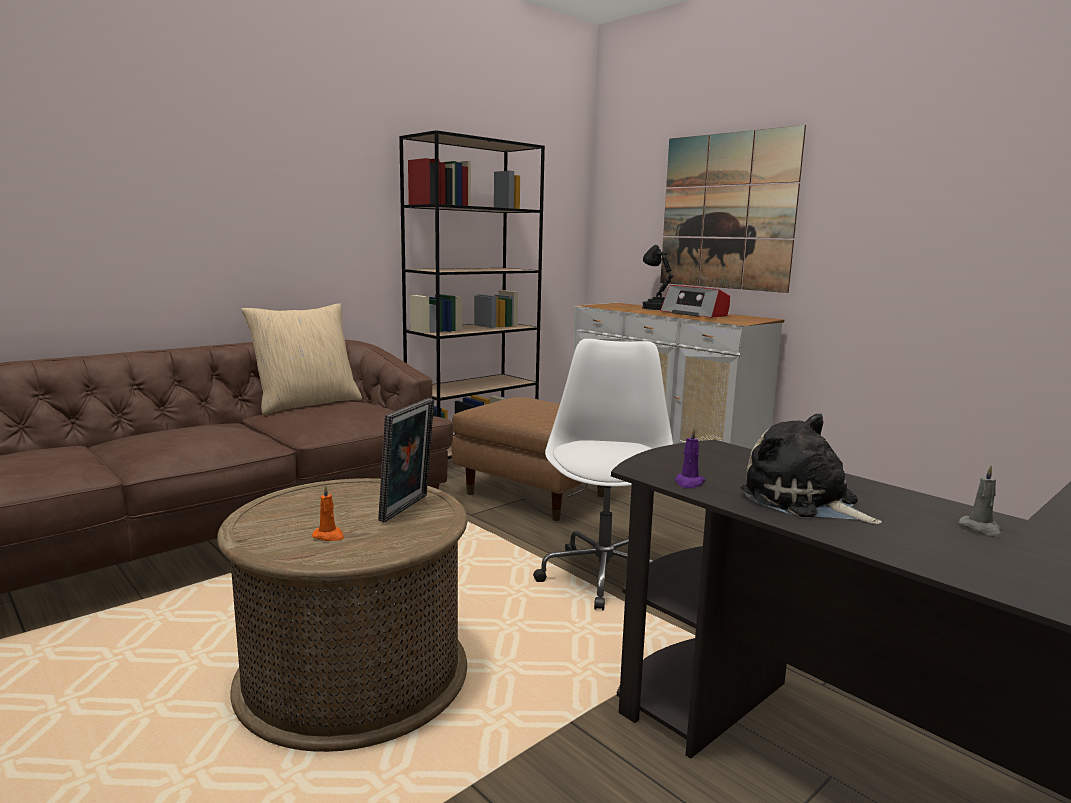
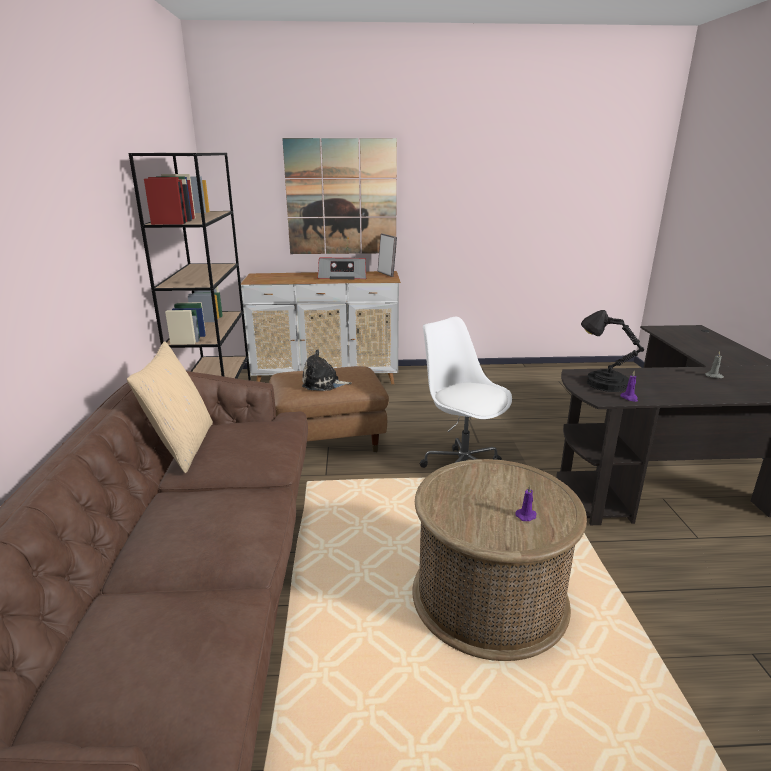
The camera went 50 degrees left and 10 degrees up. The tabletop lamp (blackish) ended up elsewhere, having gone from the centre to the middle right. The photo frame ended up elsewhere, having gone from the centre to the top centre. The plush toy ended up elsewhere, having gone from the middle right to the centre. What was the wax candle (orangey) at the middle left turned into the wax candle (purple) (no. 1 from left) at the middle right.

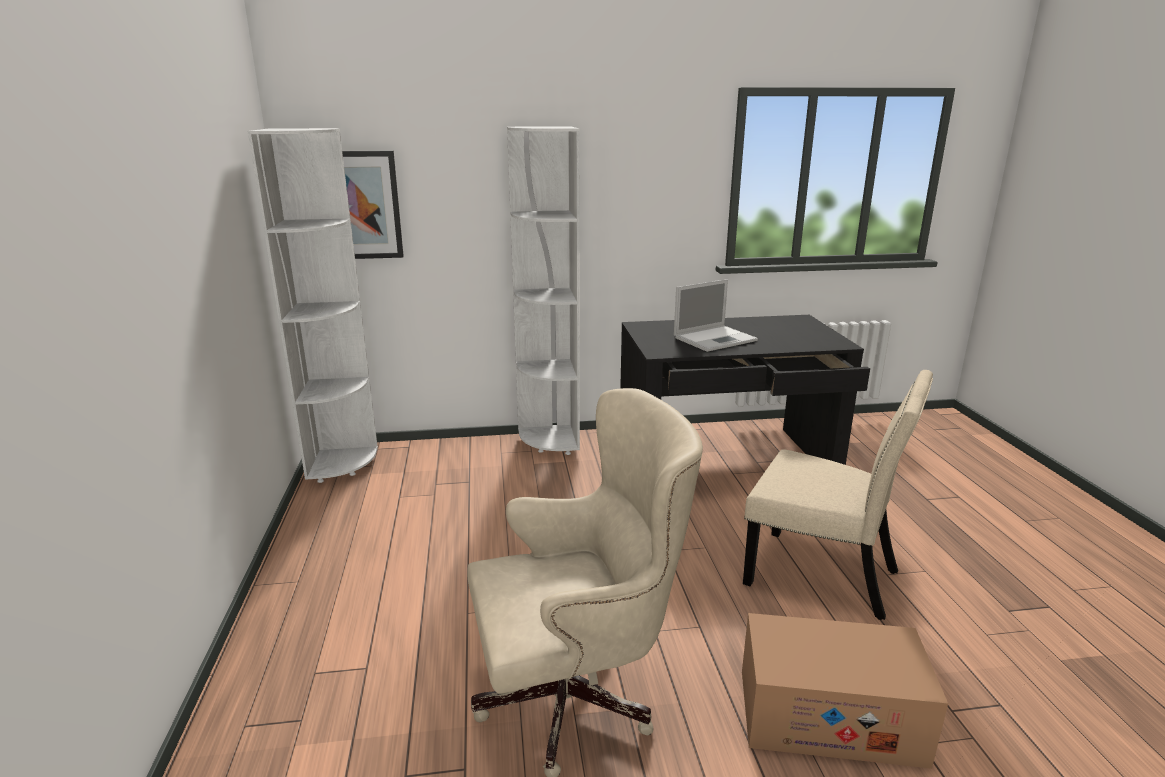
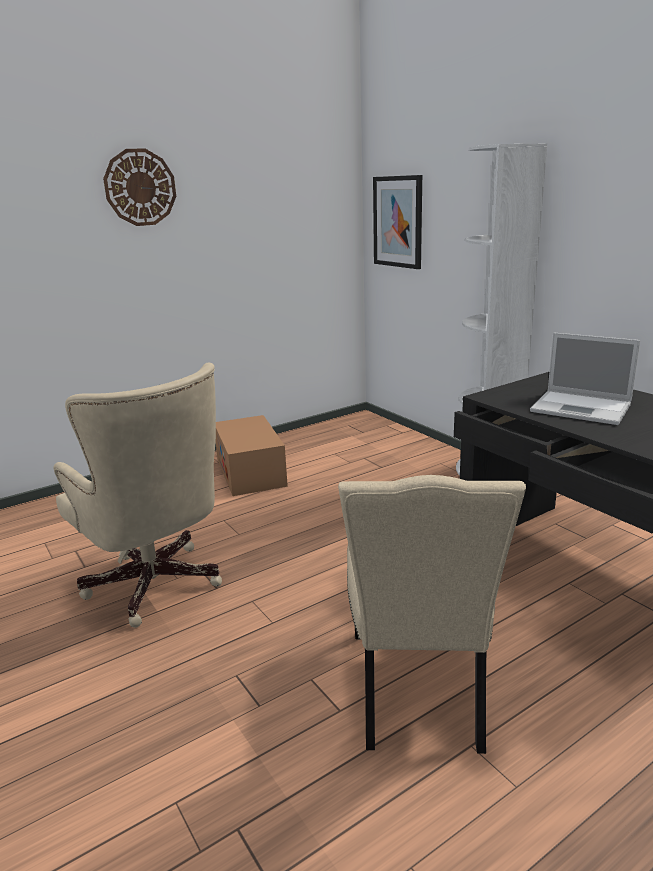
The camera went 65 degrees right and 0 degrees up. The second view lost the bookshelf (whitish) (no. 1 from left) at the middle left. The carton ended up elsewhere, having gone from the bottom right to the centre. The second view gained the wall clock at the top left.

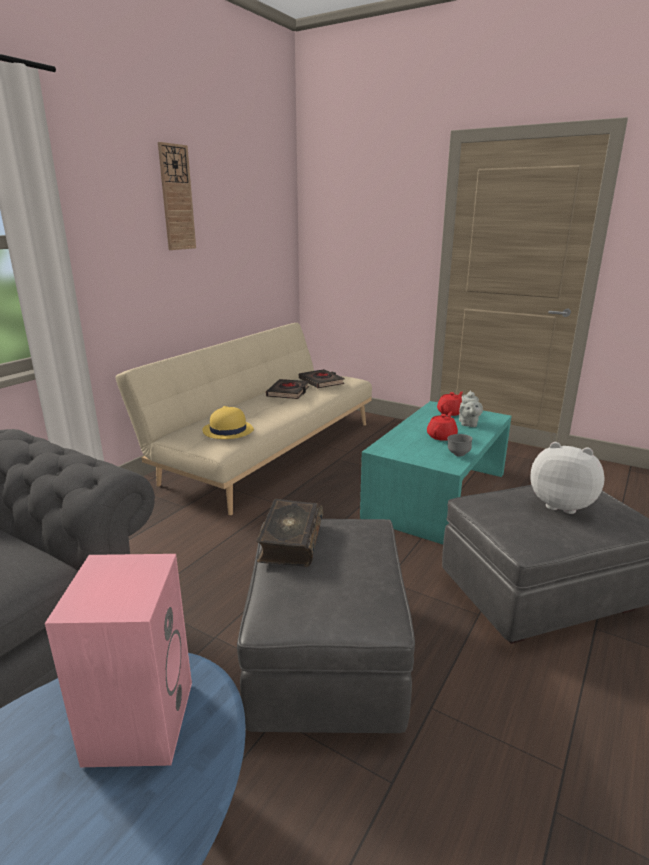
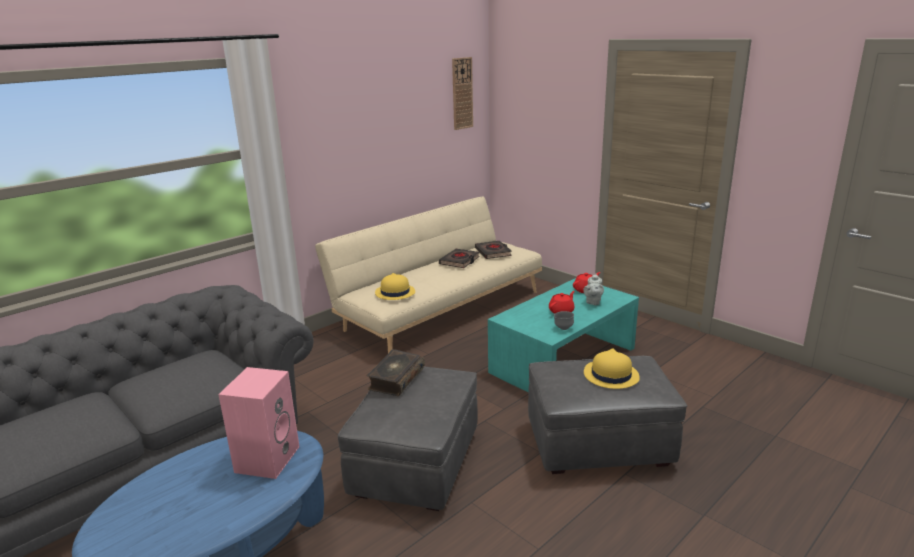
The camera went 15 degrees right and 0 degrees up. The wall clock ended up elsewhere, having gone from the top left to the top centre. Where the plush toy stood at the middle right, the clothing hat (yellow) (no. 2 from left) came to stand at the middle right.

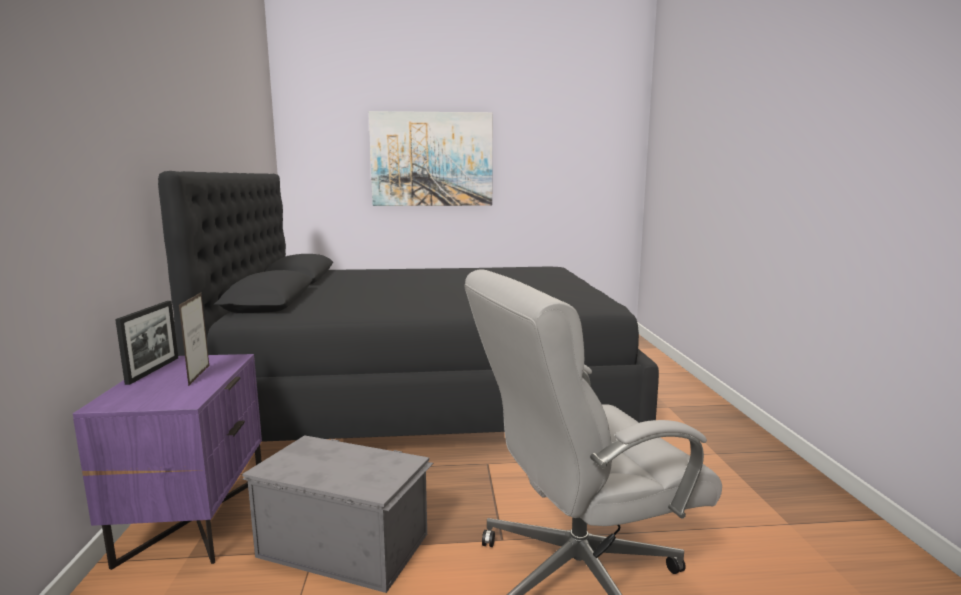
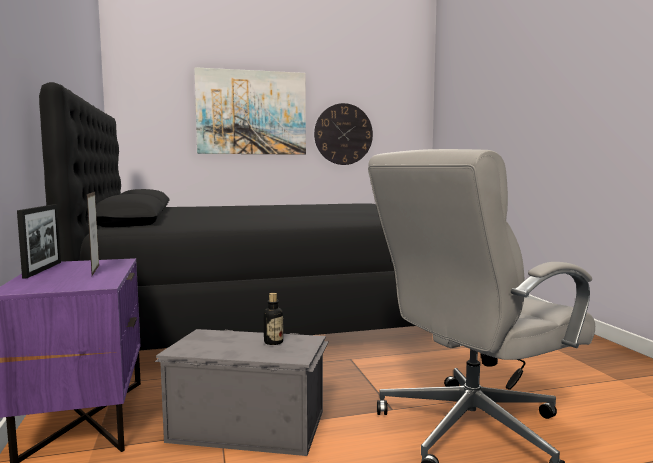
The camera went 10 degrees left and 5 degrees down. The second view gained the wall clock at the top centre. The second view gained the drink bottle at the bottom centre.

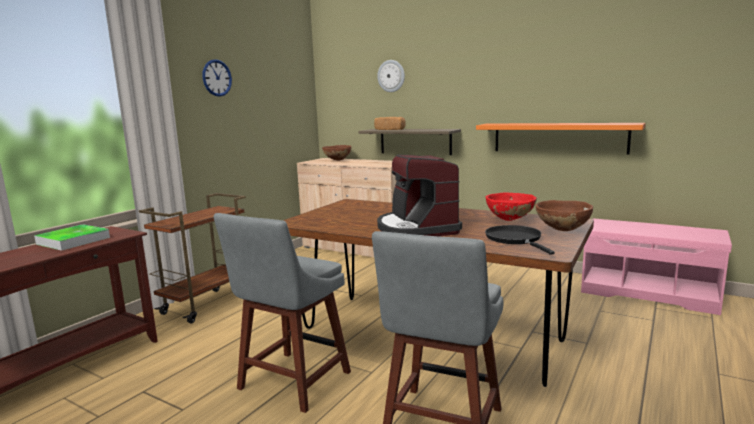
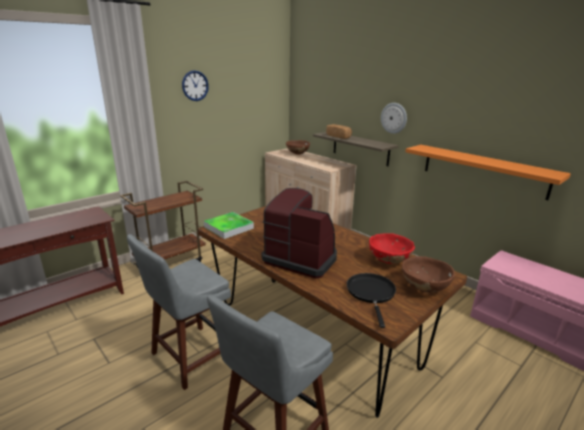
The camera went 15 degrees right and 10 degrees up. The wall clock (no. 2 from left) ended up elsewhere, having gone from the top centre to the top right. The coffee brewer at the centre ended up facing another way, 120 degrees clockwise from before. The serving tray ended up elsewhere, having gone from the middle left to the centre.

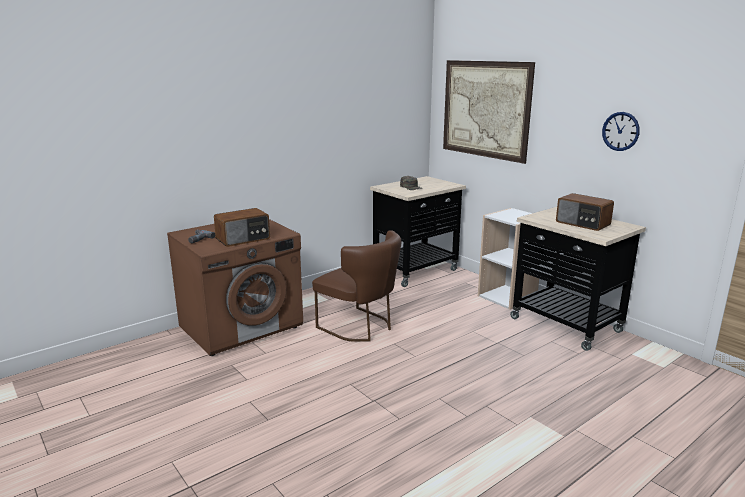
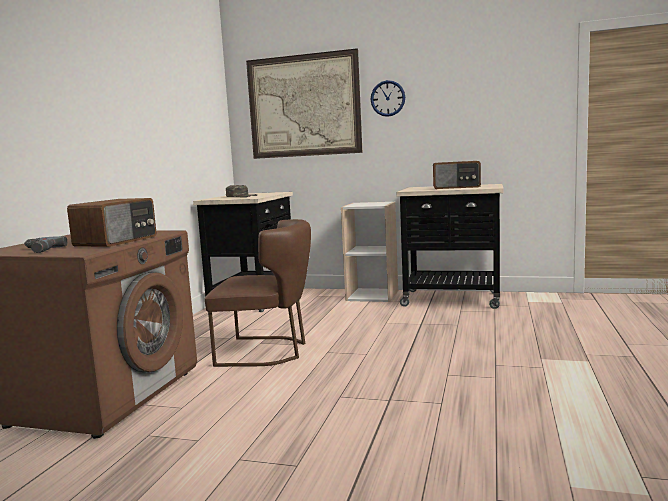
The camera went 35 degrees left and 10 degrees down. The wall clock ended up elsewhere, having gone from the top right to the top centre.

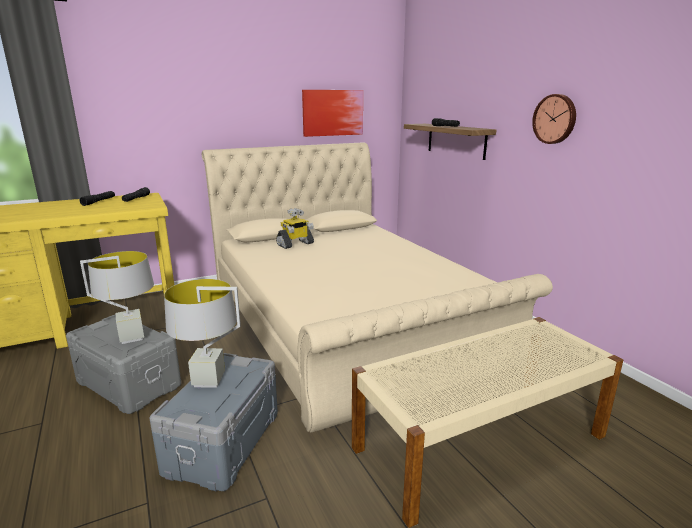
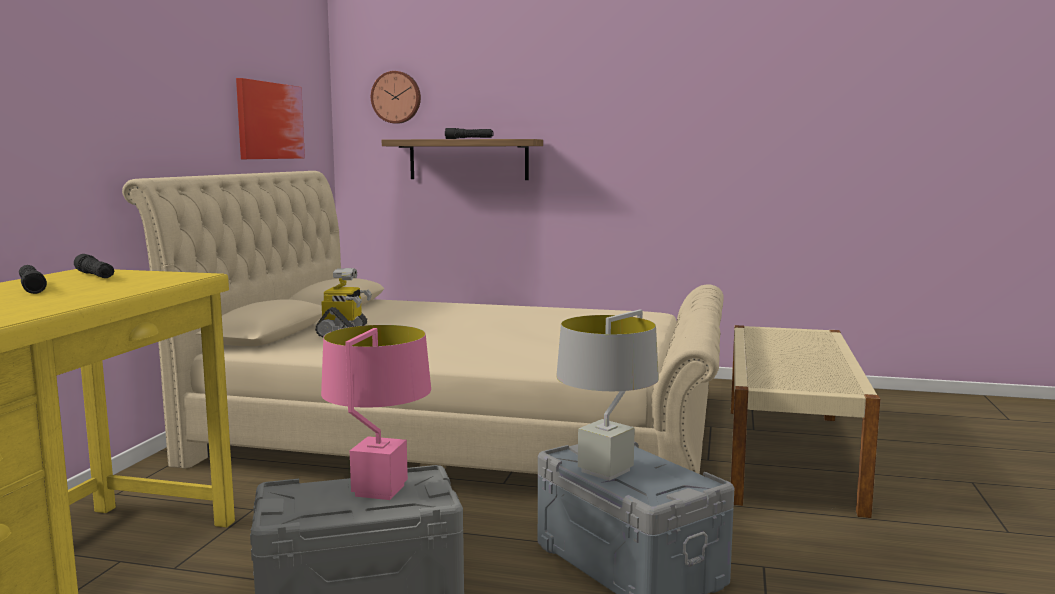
The camera went 50 degrees left and 10 degrees down. The wall clock ended up elsewhere, having gone from the top right to the top centre. What was the tabletop lamp (greyish) (no. 1 from left) at the middle left turned into the tabletop lamp (pinkish) at the bottom centre.

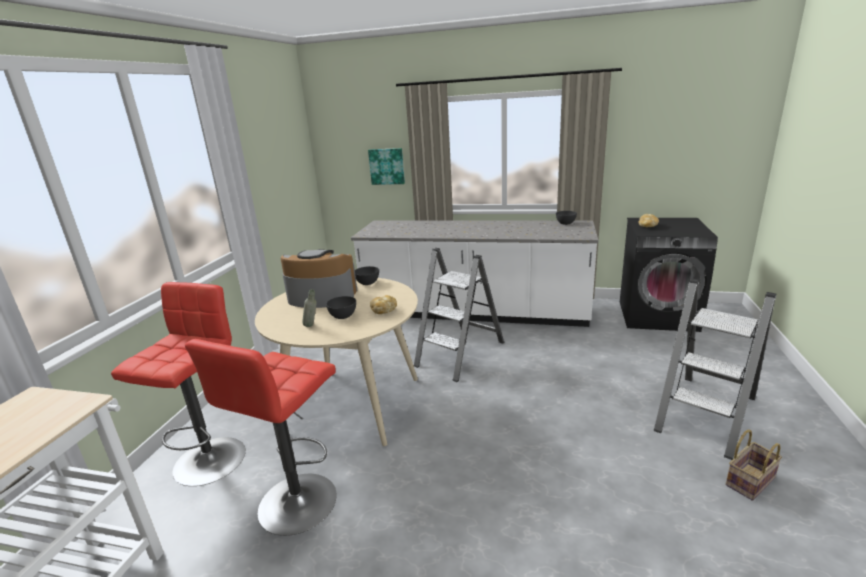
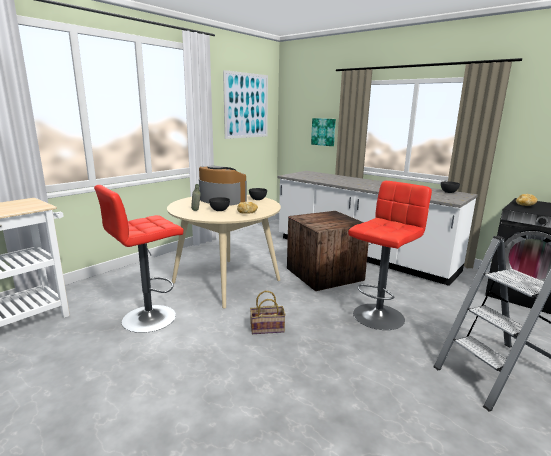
The camera went 25 degrees right and 5 degrees down. Where the stepladder (greyish) (no. 1 from left) stood at the centre, the shipping crate came to stand at the centre. The sitting stool (red) (no. 1 from left in the first image) ended up elsewhere, having gone from the middle left to the middle right. The household basket ended up elsewhere, having gone from the bottom right to the bottom centre. The second view gained the picture (no. 1 from left) at the top centre.

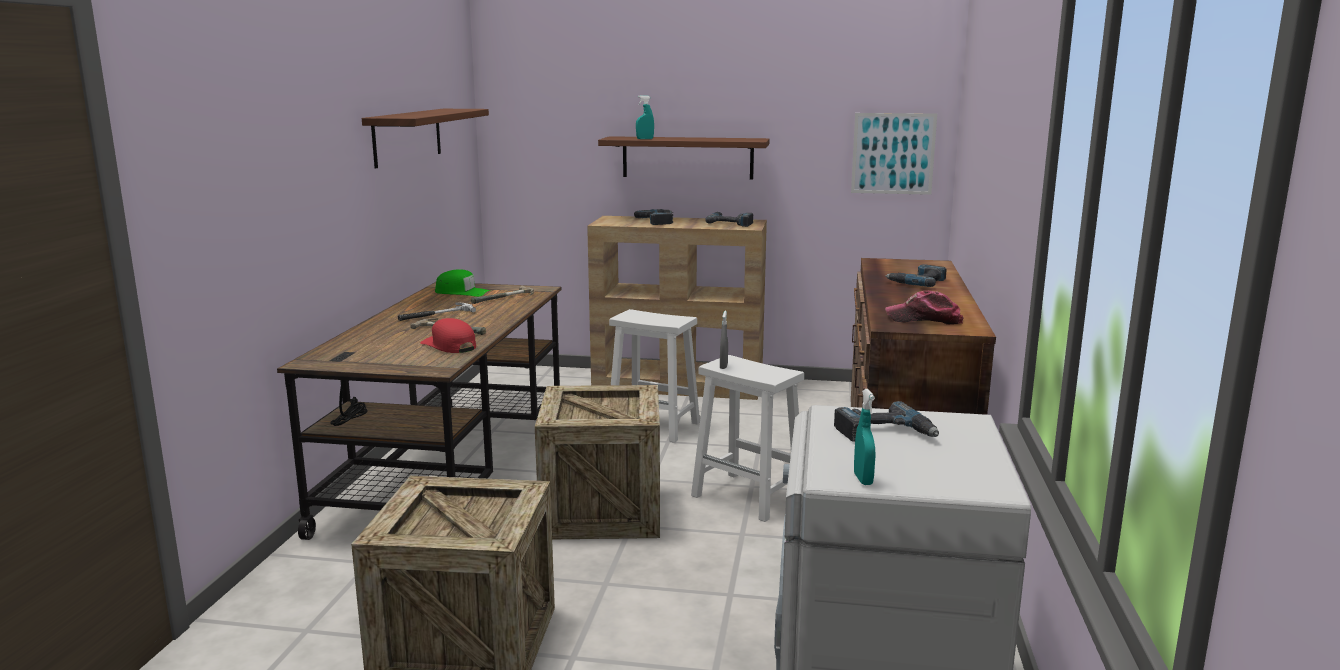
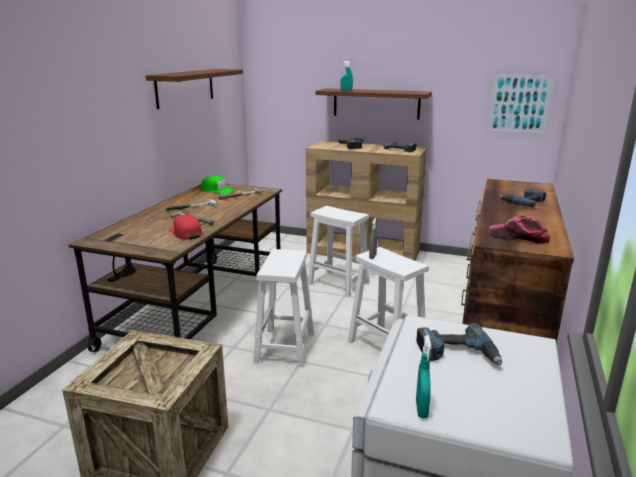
The camera went 10 degrees right and 5 degrees up. Where the shipping crate (no. 2 from left) stood at the bottom centre, the sitting stool (whitish) (no. 1 from left) came to stand at the centre.

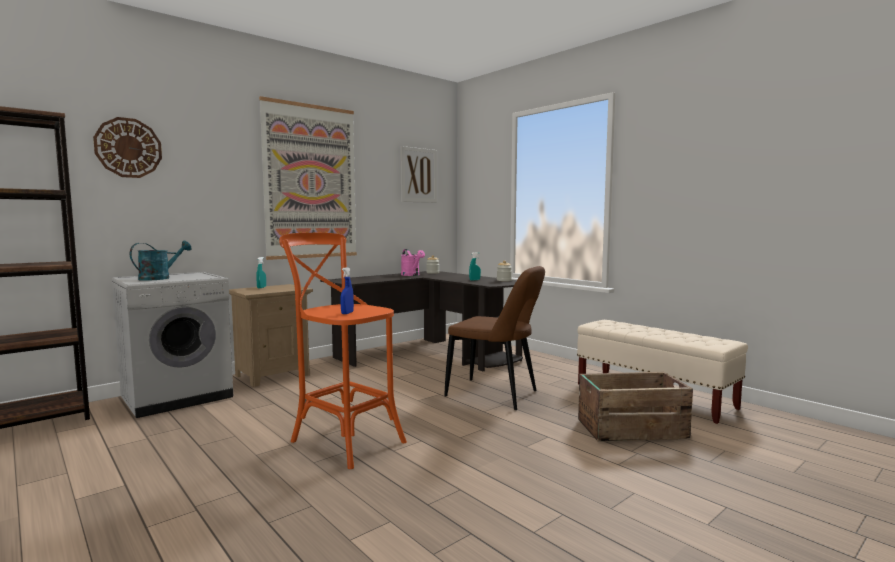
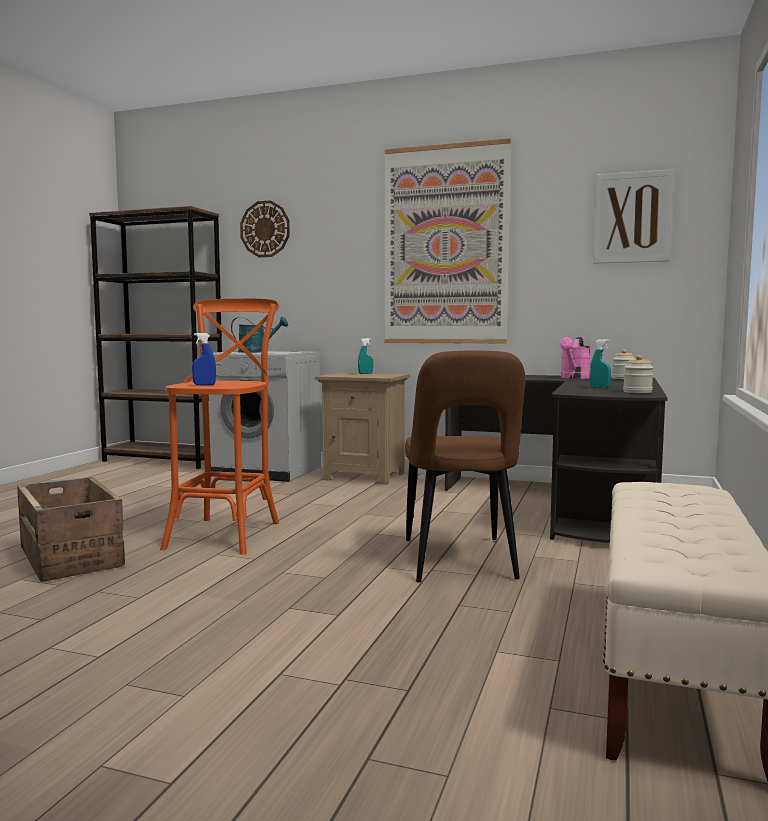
The camera went 60 degrees right and 0 degrees up. The shipping crate ended up elsewhere, having gone from the bottom right to the middle left.

